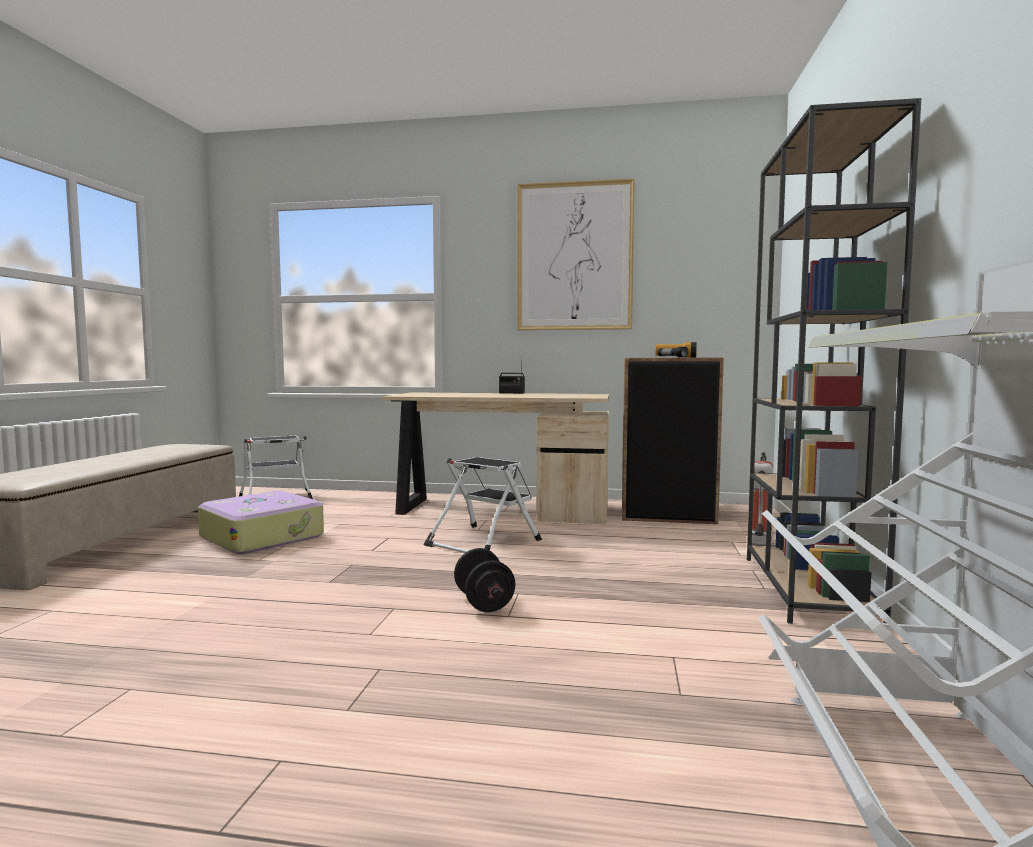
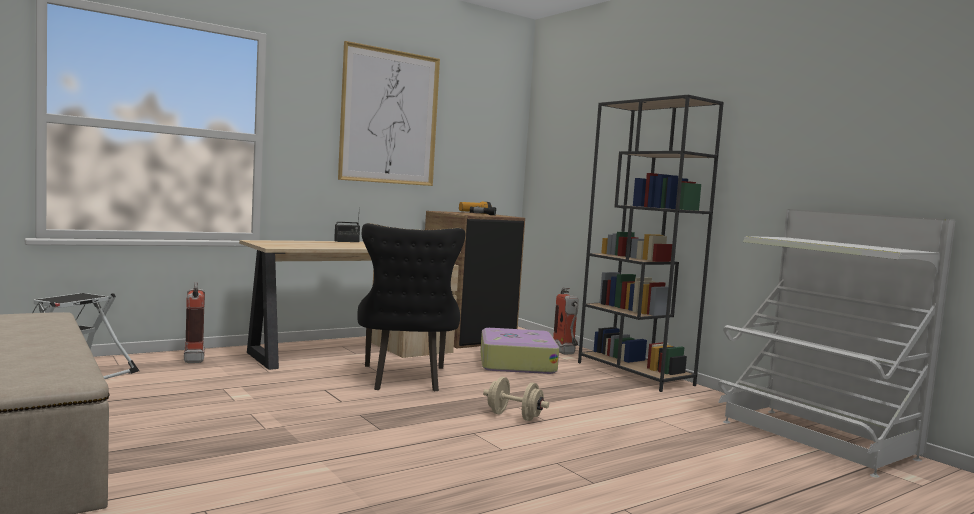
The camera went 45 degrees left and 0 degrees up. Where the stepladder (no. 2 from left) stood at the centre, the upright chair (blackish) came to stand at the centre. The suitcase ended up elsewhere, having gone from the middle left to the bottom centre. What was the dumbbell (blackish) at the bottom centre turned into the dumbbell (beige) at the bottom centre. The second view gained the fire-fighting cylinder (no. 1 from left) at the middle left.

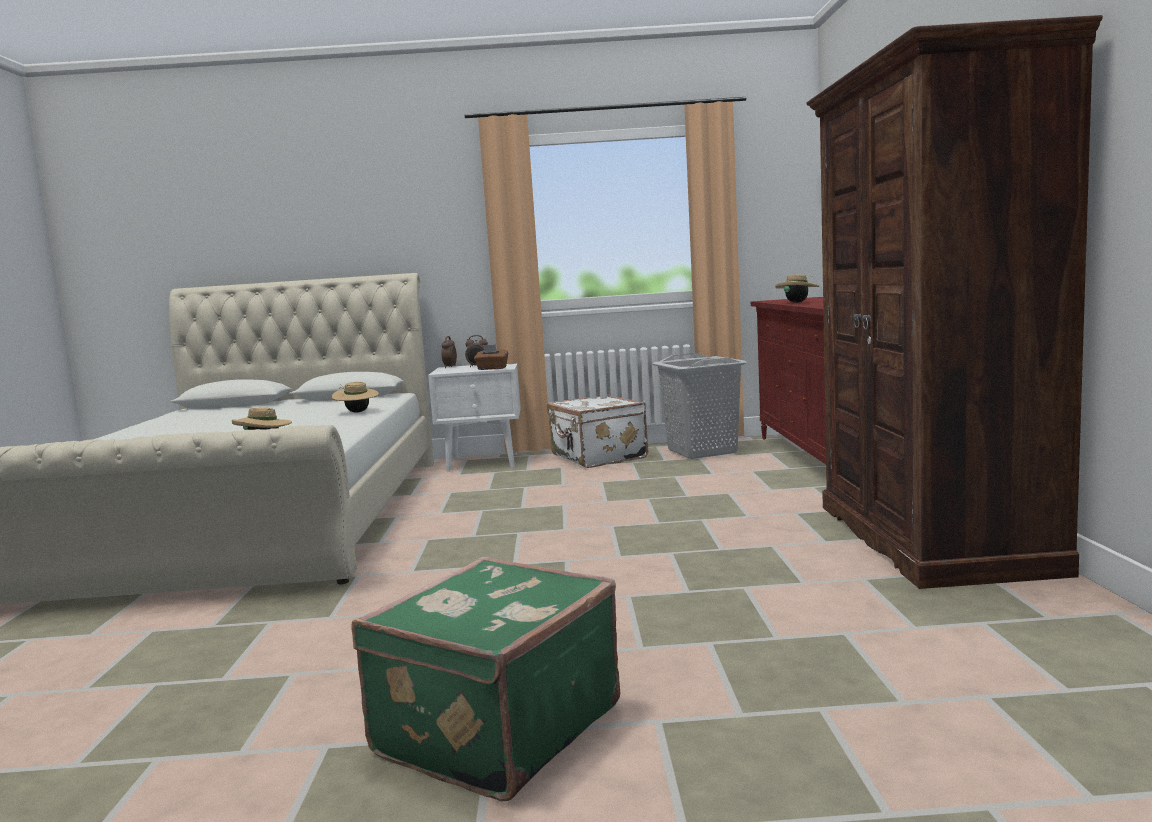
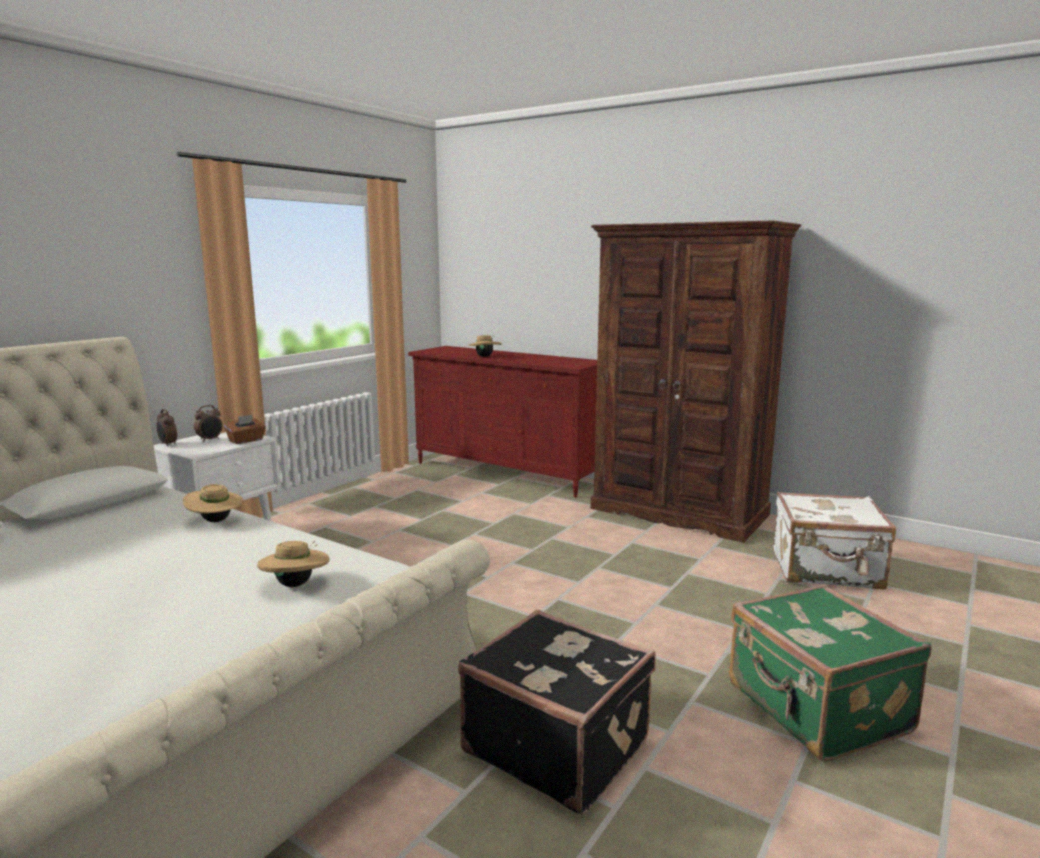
The camera went 55 degrees left and 5 degrees up. The second view lost the hamper (greyish) at the centre. The suitcase (whitish) ended up elsewhere, having gone from the centre to the middle right. The second view gained the suitcase (blackish) at the bottom centre.

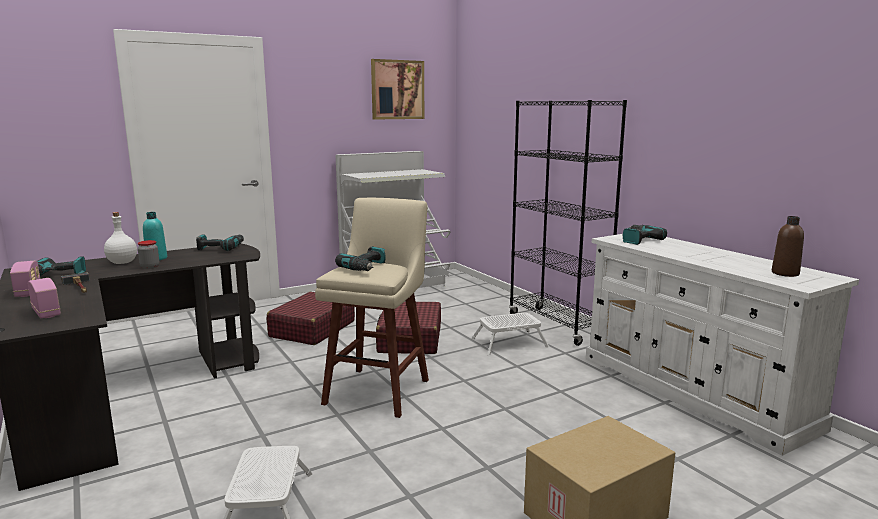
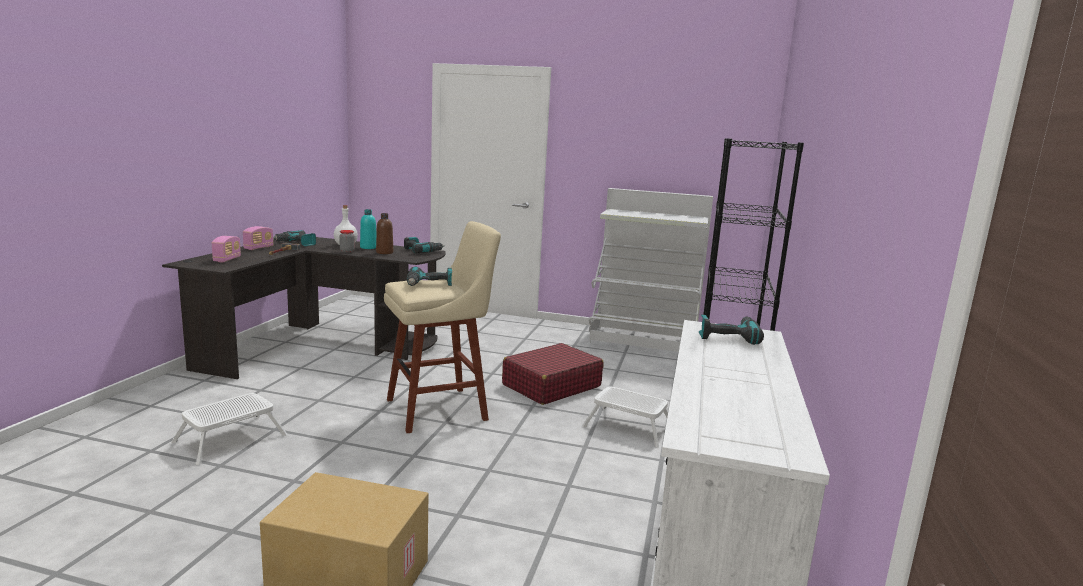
The camera went 45 degrees right and 0 degrees up. The second view lost the picture at the top centre. The drink bottle (brownish) ended up elsewhere, having gone from the middle right to the centre. The second view lost the suitcase (red) (no. 1 from left) at the centre.

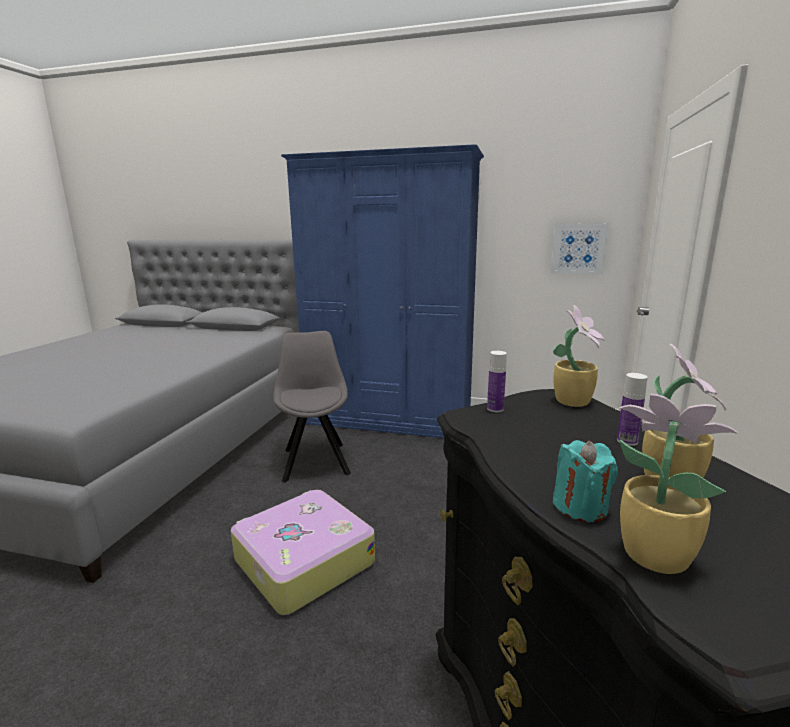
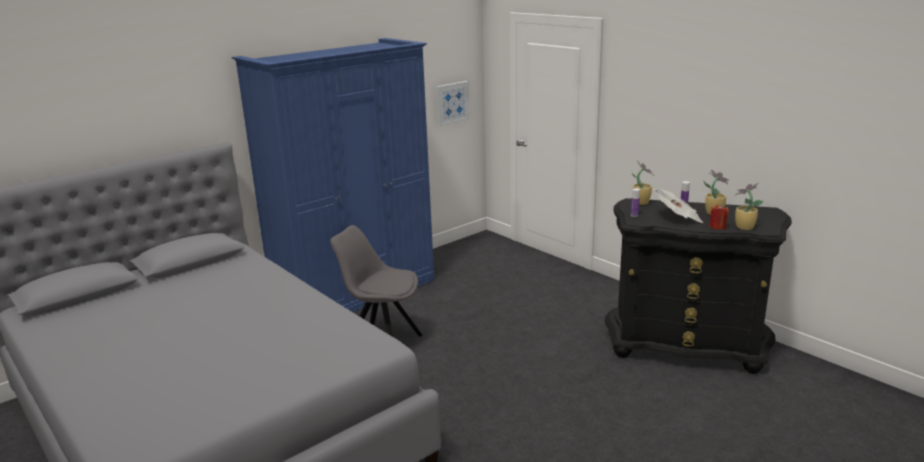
The camera went 55 degrees left and 5 degrees up. What was the wax candle (blue-green) at the middle right turned into the wax candle (red) at the middle right. The second view lost the suitcase at the bottom centre. The second view gained the newspaper at the middle right.

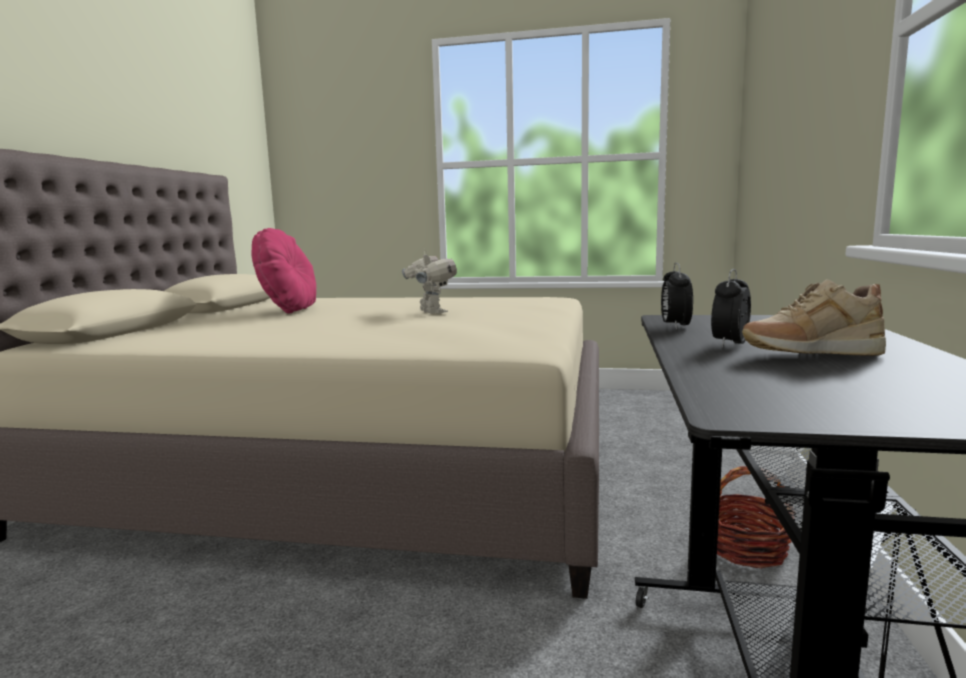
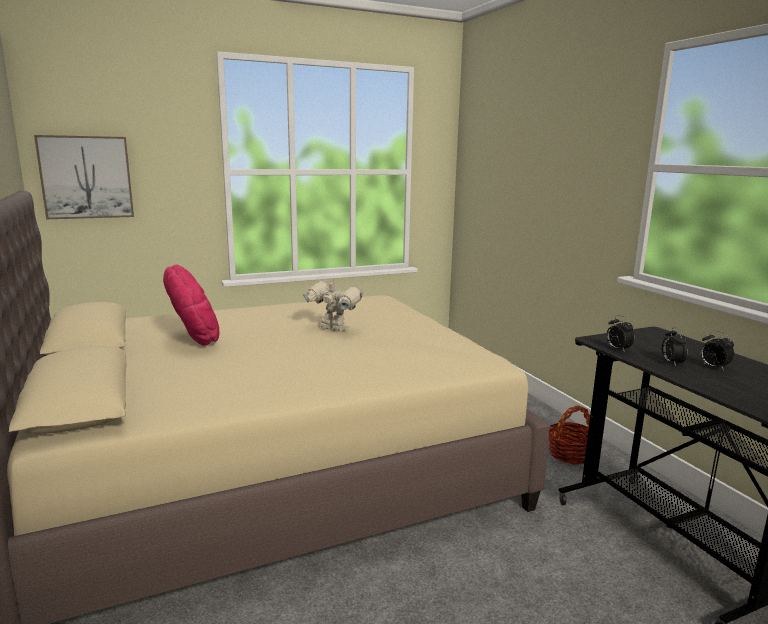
The camera went 35 degrees left and 5 degrees up. Where the low shoe (beige) stood at the middle right, the bedside clock (no. 3 from left) came to stand at the middle right. The second view gained the picture at the top left.

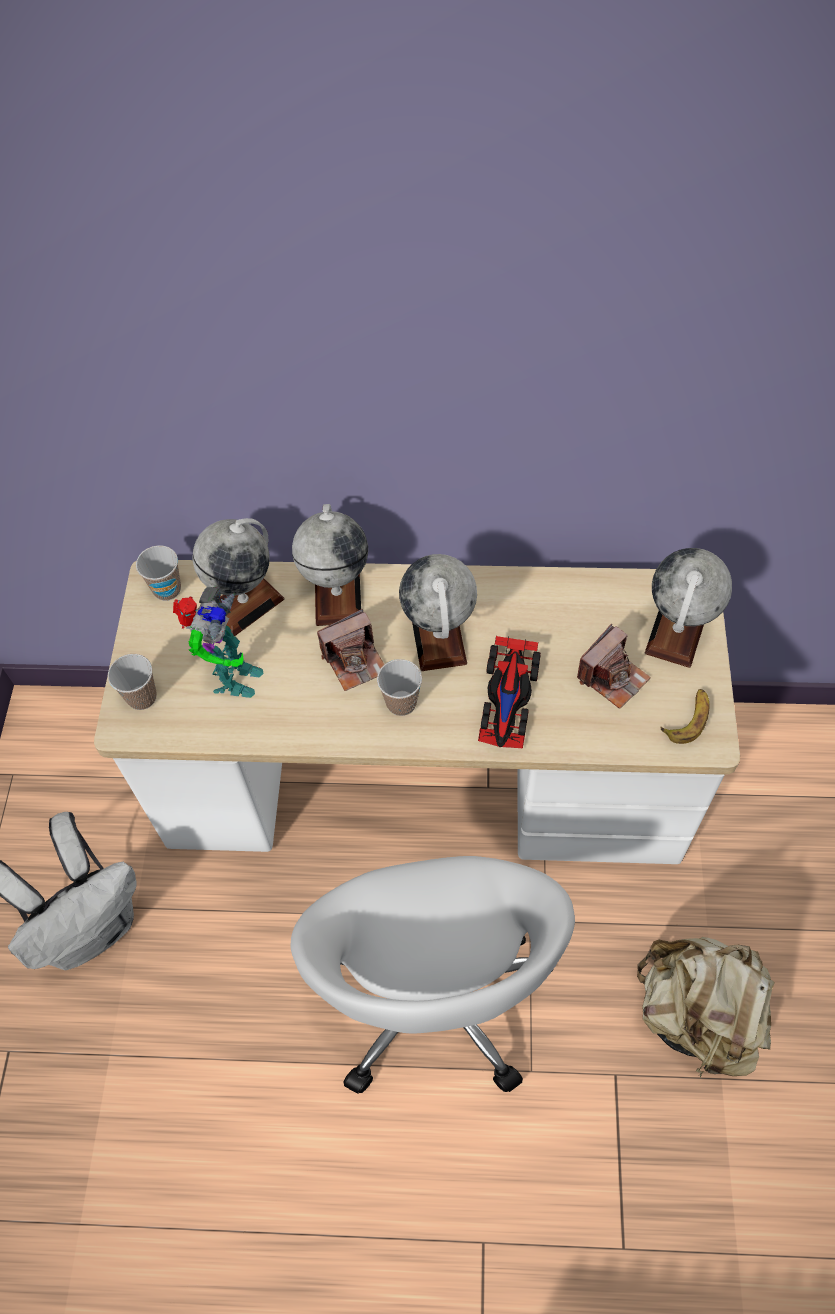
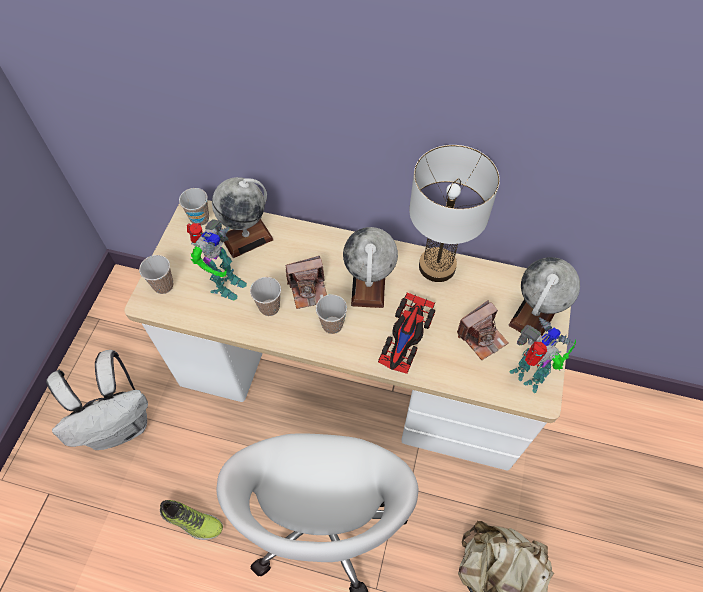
The camera went 10 degrees right and 0 degrees up. The second view lost the globe (no. 2 from left) at the centre. Where the banana fruit stood at the middle right, the model robot (no. 2 from left) came to stand at the middle right. The second view gained the tabletop lamp at the centre. The second view gained the drinking cup (no. 3 from left) at the centre. The second view gained the low shoe at the bottom left.

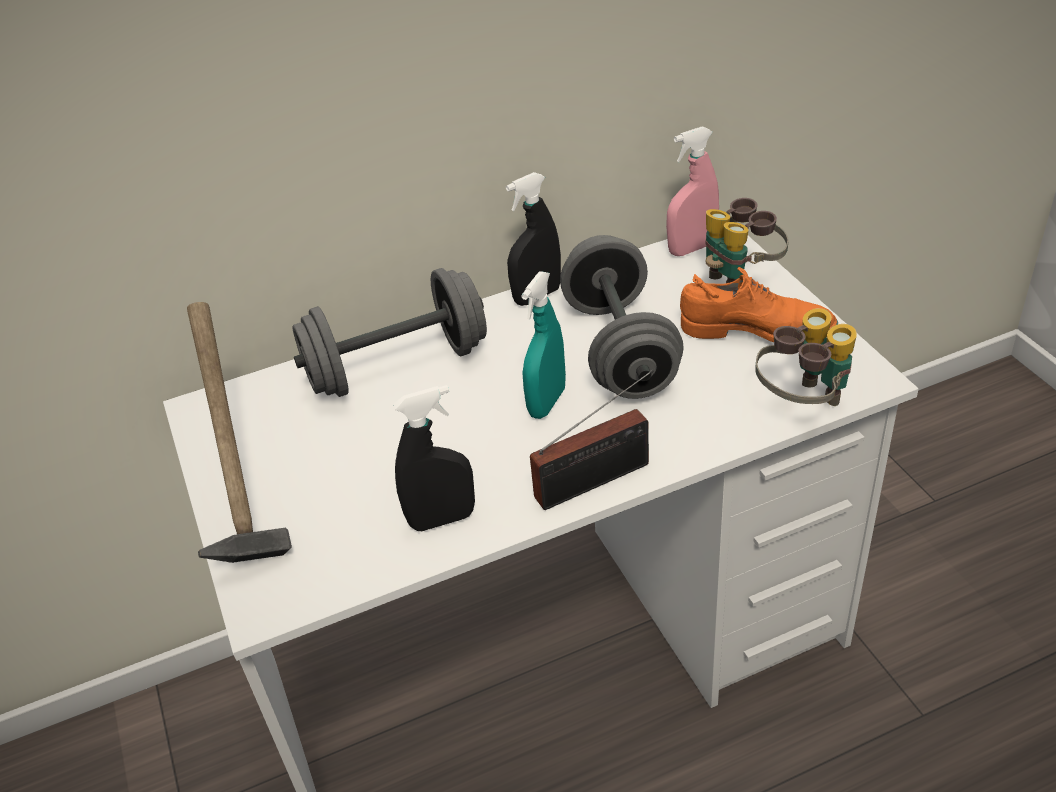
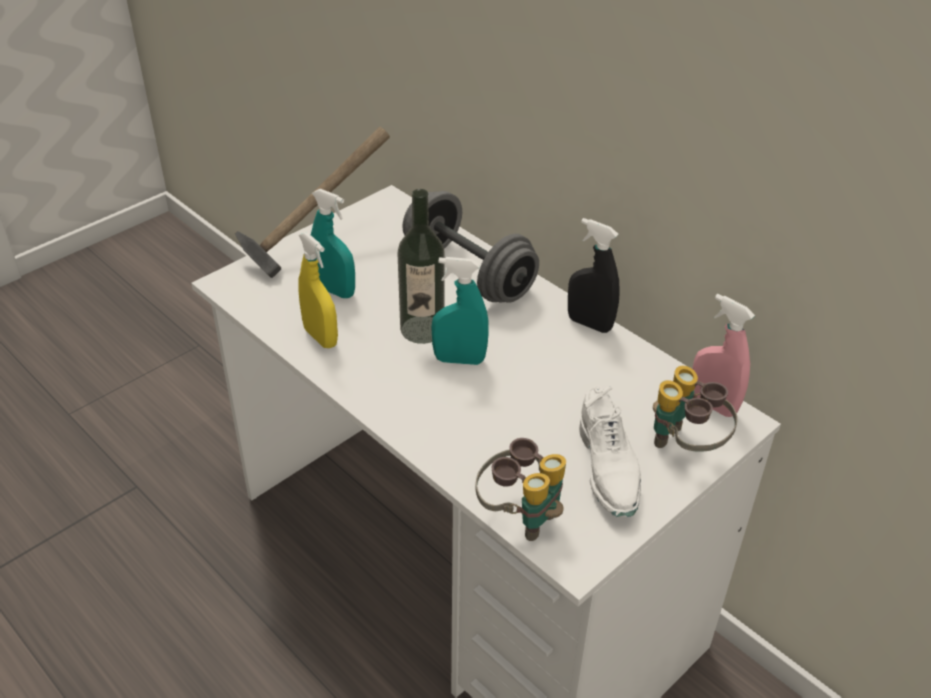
The camera went 65 degrees right and 0 degrees up. The second view lost the dumbbell (greyish) (no. 2 from left) at the centre. What was the low shoe (orangey) at the middle right turned into the low shoe (whitish) at the centre. The second view lost the radio receiver at the centre. What was the spray bottle (blackish) (no. 1 from left) at the centre turned into the spray bottle (yellow) at the centre. The second view gained the spray bottle (blue-green) (no. 1 from left) at the centre. The second view gained the drink bottle at the centre.

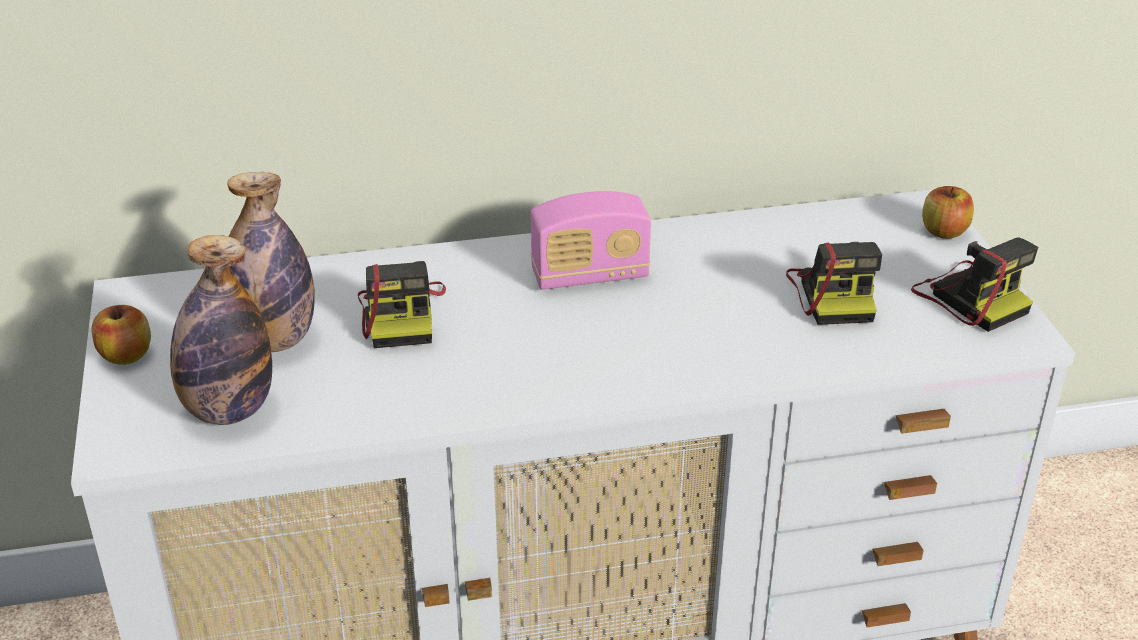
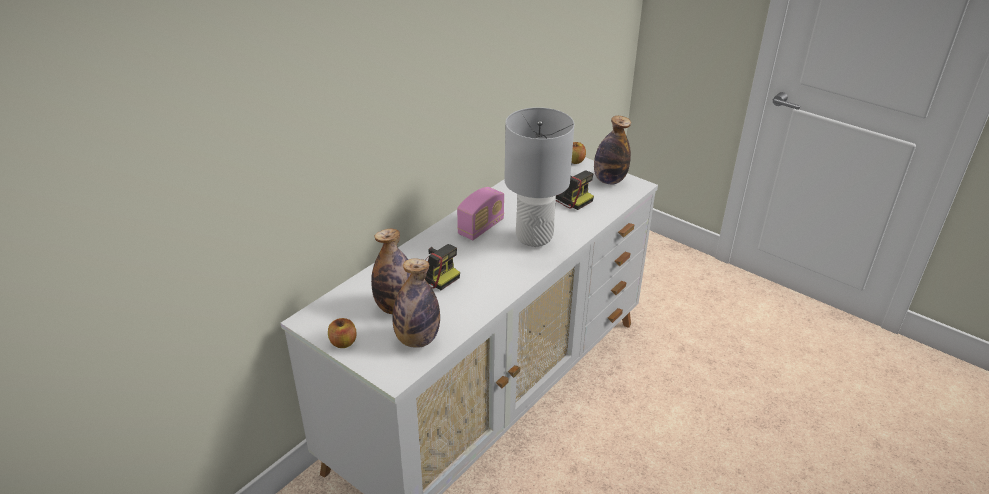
The camera went 40 degrees left and 0 degrees up. Where the photo camera (no. 3 from left) stood at the middle right, the drink bottle (no. 3 from left) came to stand at the top centre. The second view gained the tabletop lamp (greyish) at the centre.

